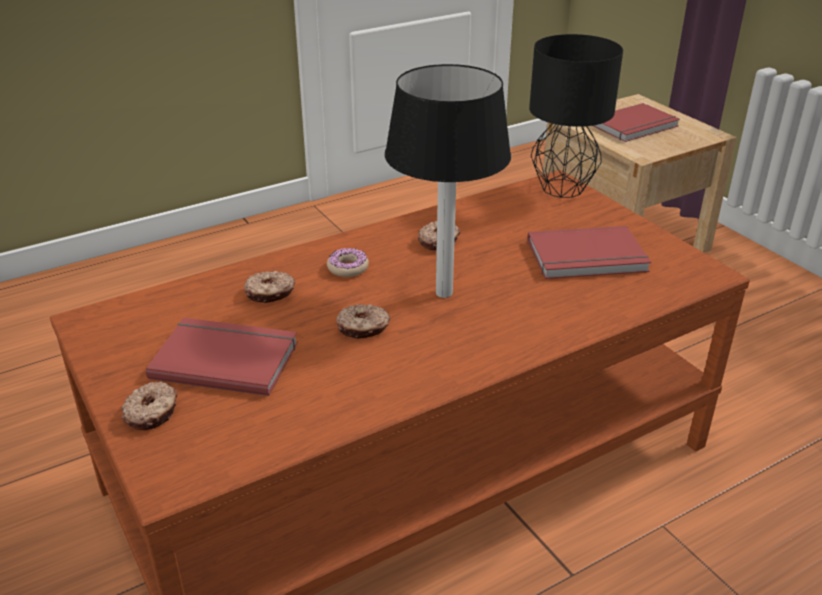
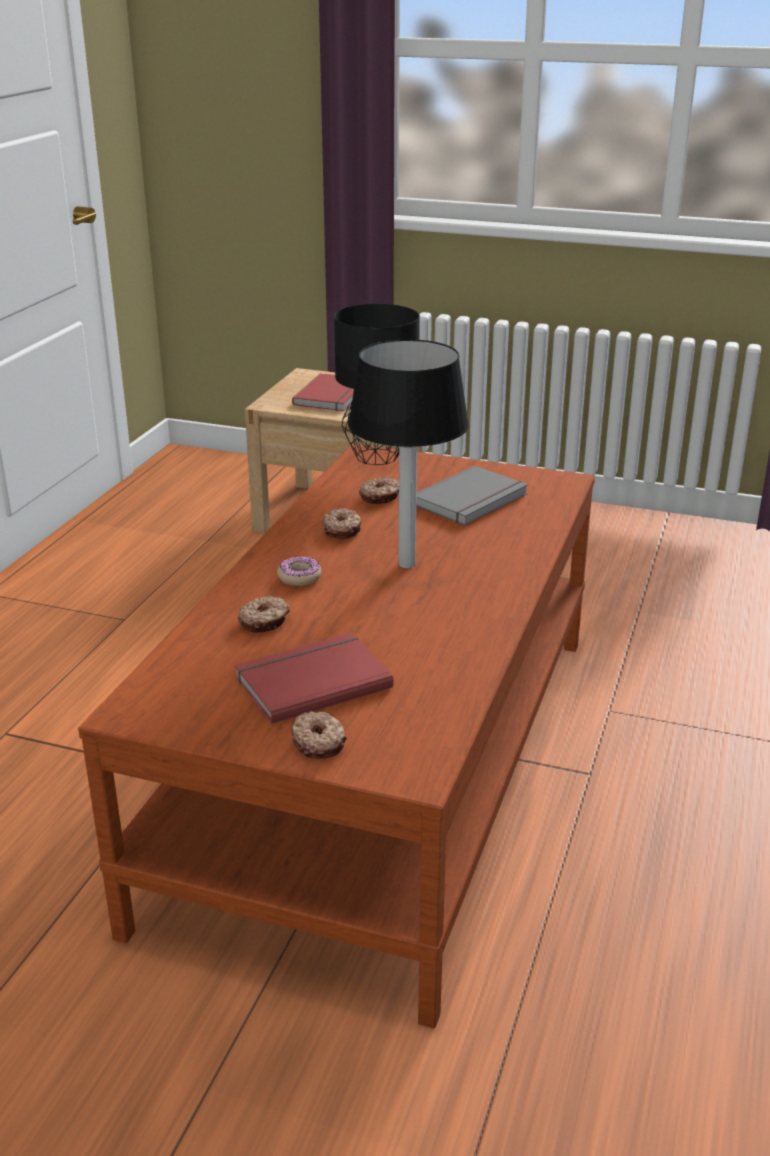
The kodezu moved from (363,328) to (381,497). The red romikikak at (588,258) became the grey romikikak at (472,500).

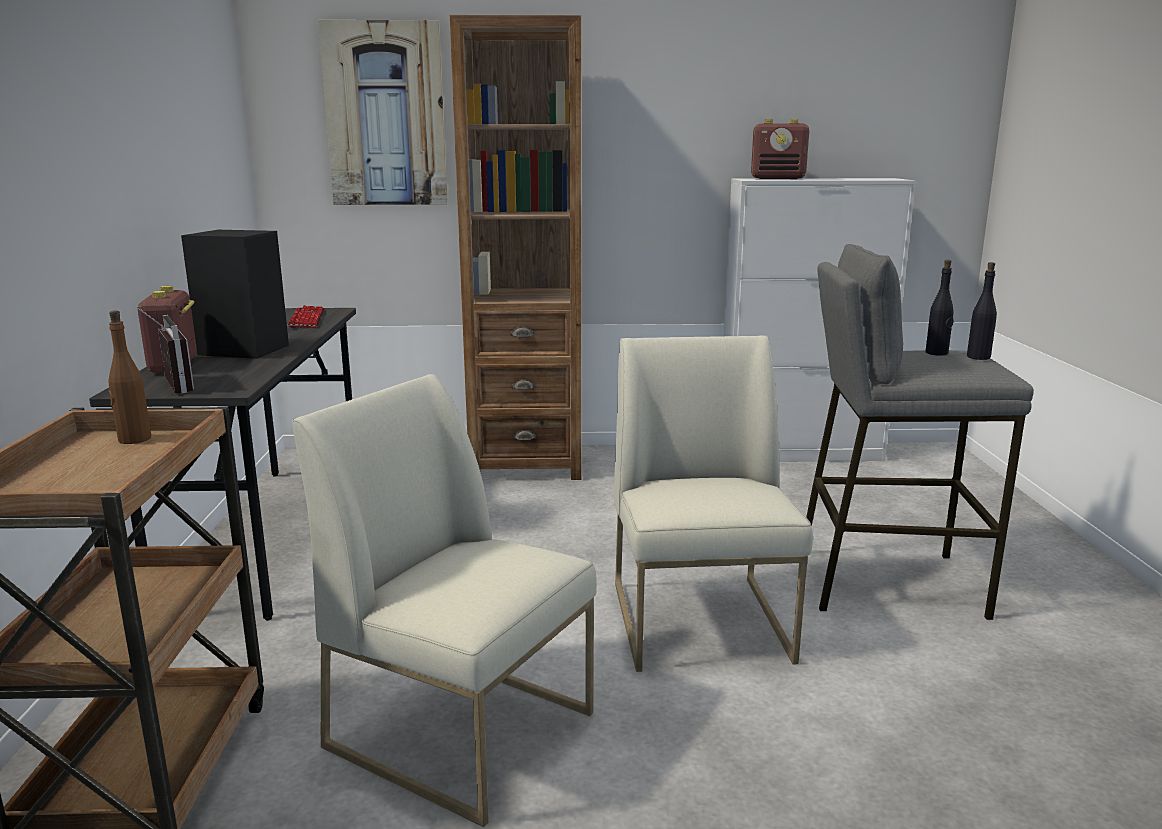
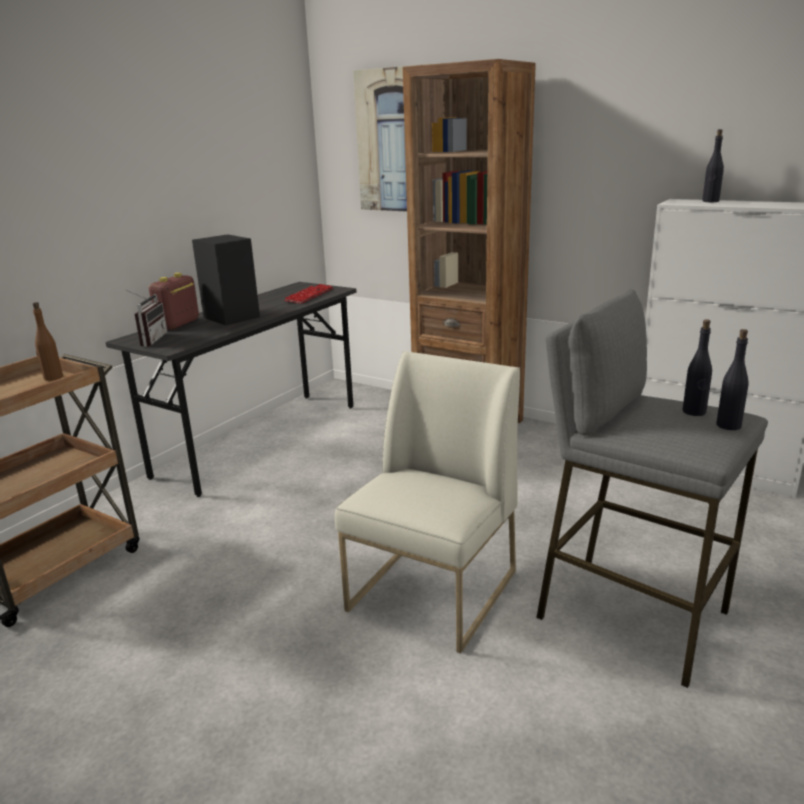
The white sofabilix at (464,729) disappeared. The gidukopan at (778,178) was replaced by the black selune at (710,201).

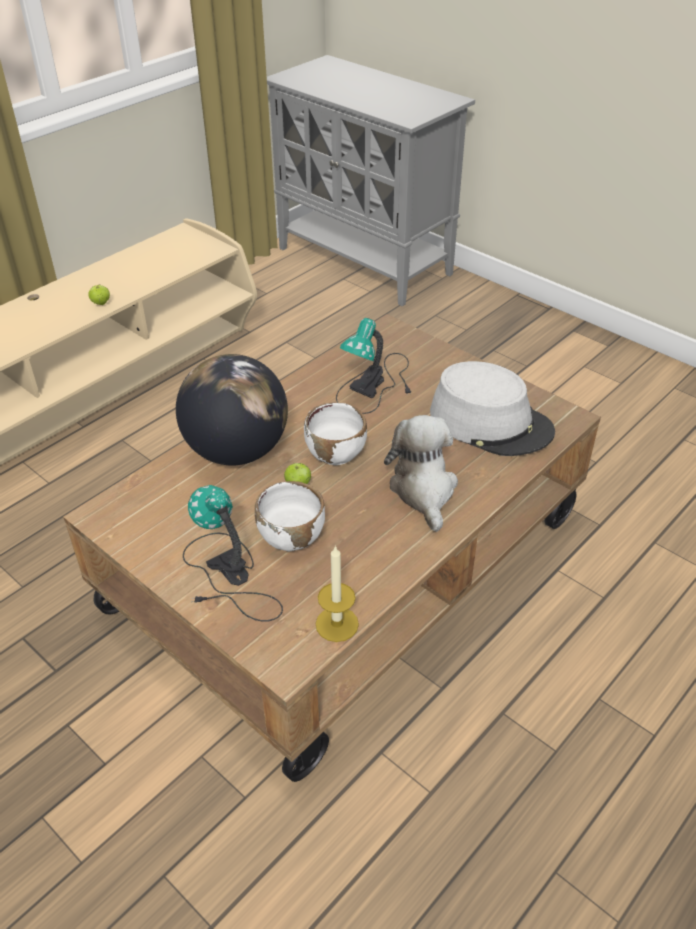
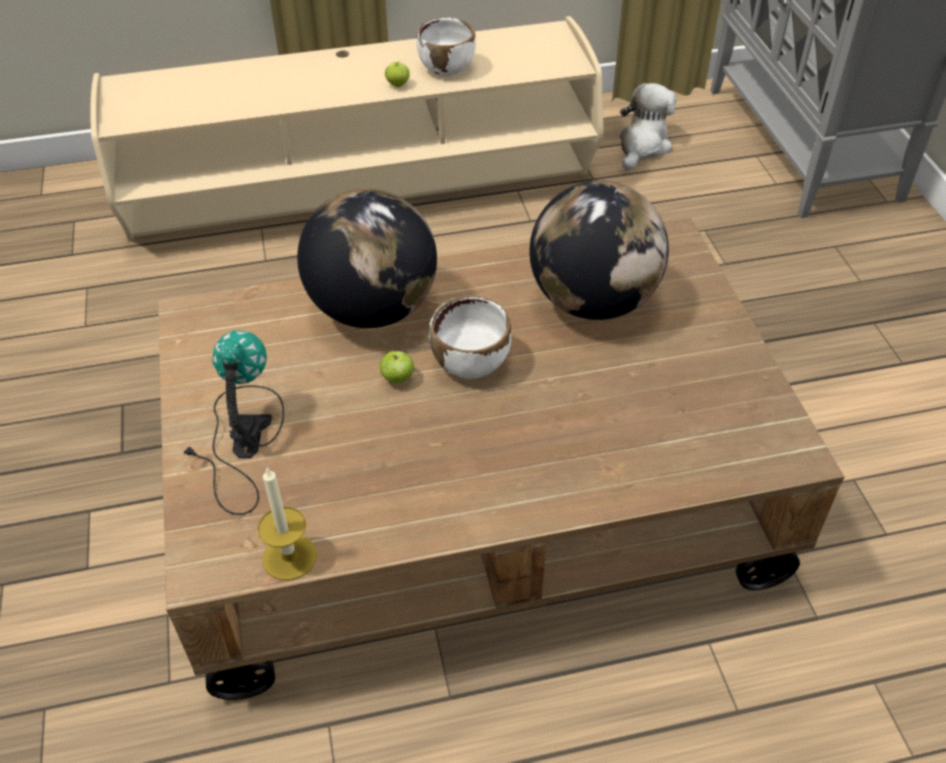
The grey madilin at (491,422) disappeared. The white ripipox moved from (291,536) to (447,67). The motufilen moved from (424,490) to (642,146). The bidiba at (376,385) was replaced by the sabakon at (593,301).

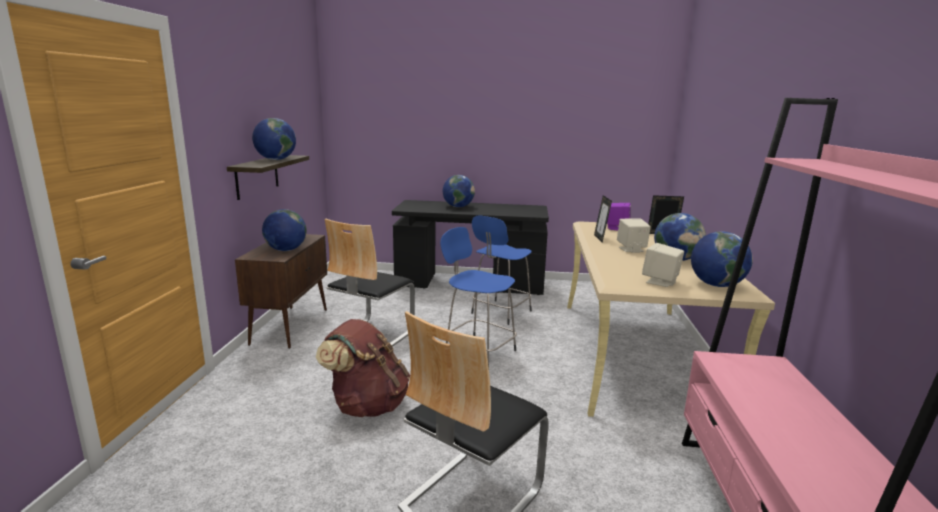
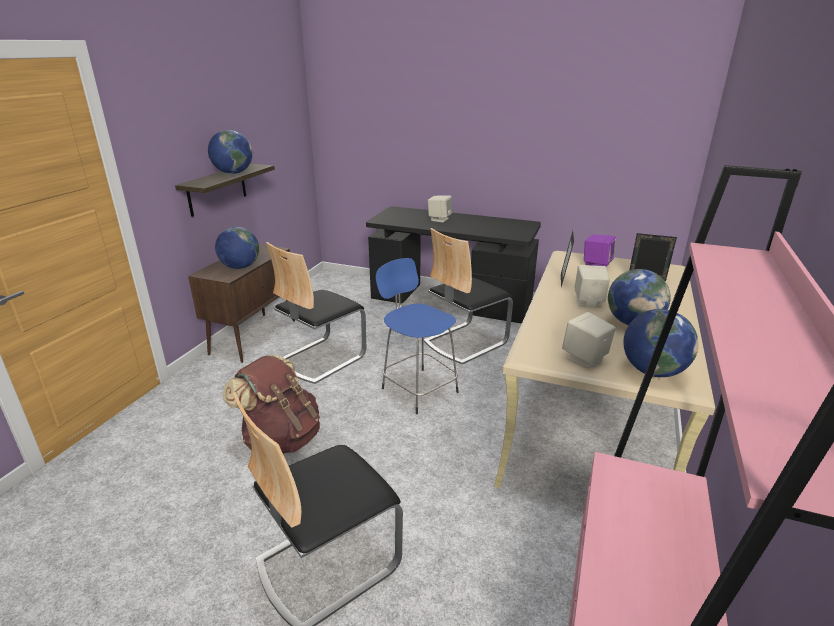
The sabakon at (458,207) was replaced by the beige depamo at (439,219). The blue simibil at (500,313) was replaced by the sofabilix at (465,342).

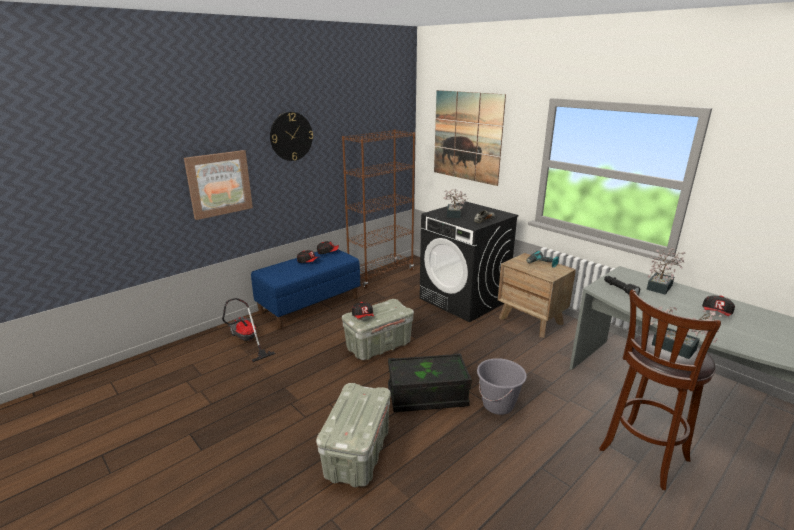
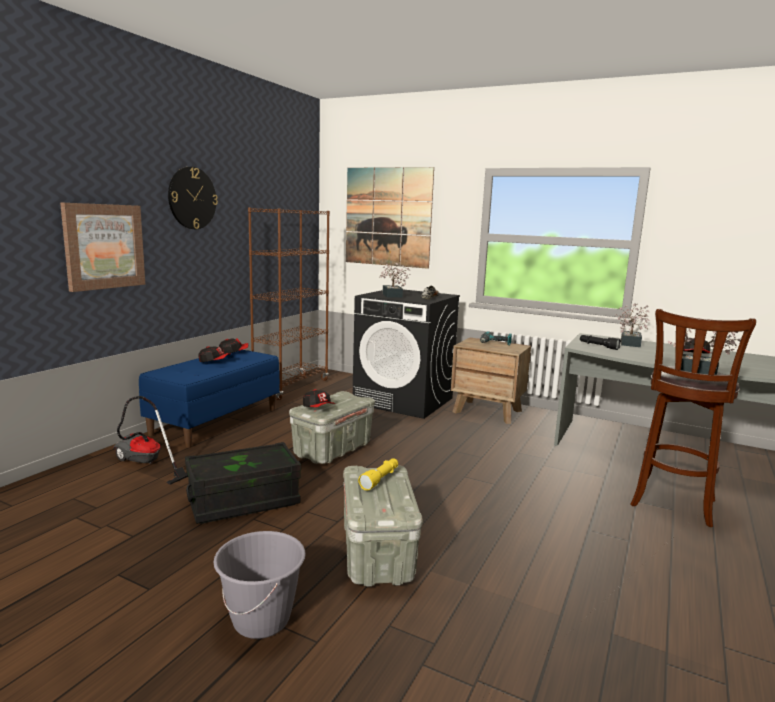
The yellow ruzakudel at (380,479) appeared. The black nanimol moved from (427,396) to (243,501). The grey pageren moved from (498,405) to (262,620).

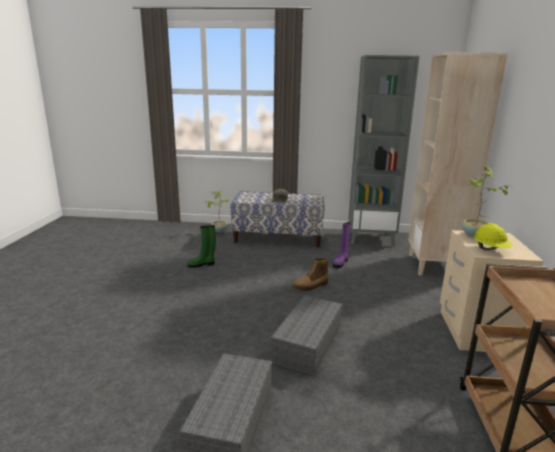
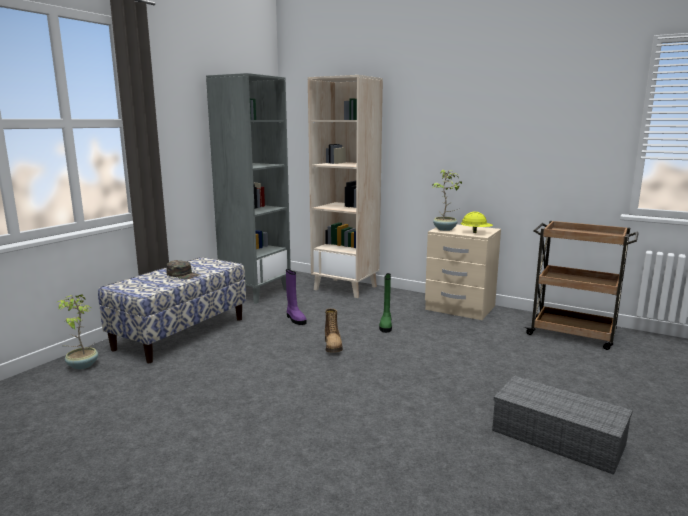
The grey nanimol at (308,345) disappeared. The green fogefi moved from (202,264) to (386,325).

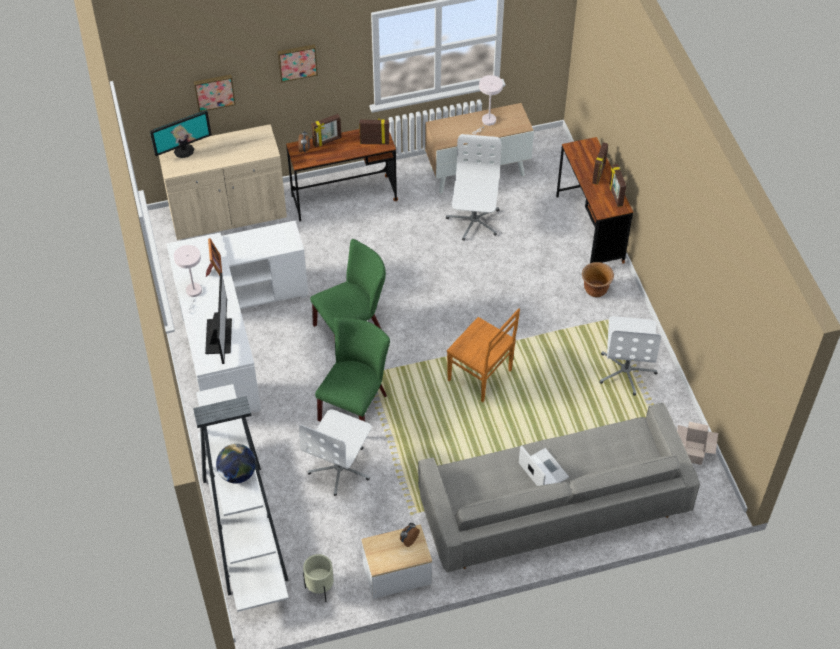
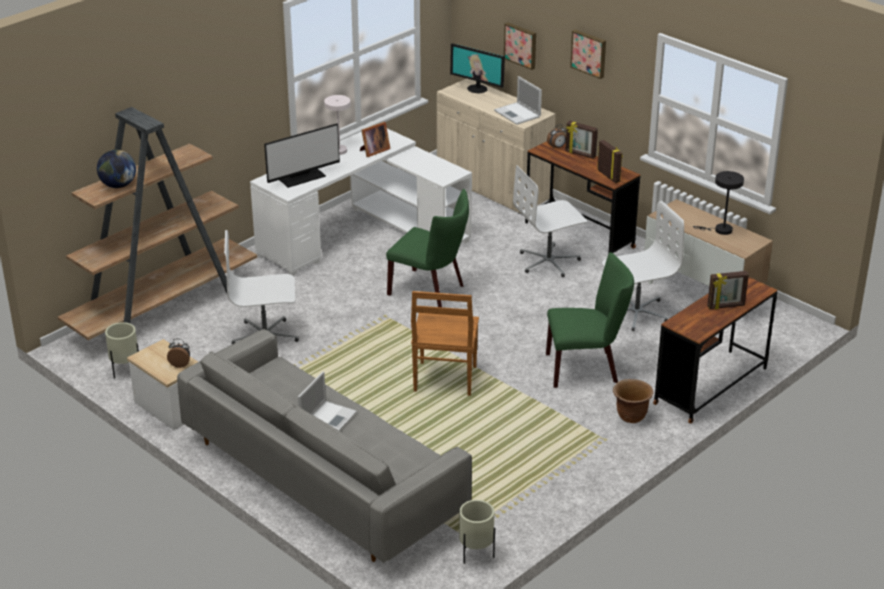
The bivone at (615,196) disappeared. The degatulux at (518,114) appeared. The green sofabilix moved from (355,404) to (587,368). The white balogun moved from (626,370) to (549,262). The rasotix at (693,453) was replaced by the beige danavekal at (475,554). The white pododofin at (243,526) became the brown pododofin at (163,309). The white bidiba at (487,122) became the black bidiba at (720,230).

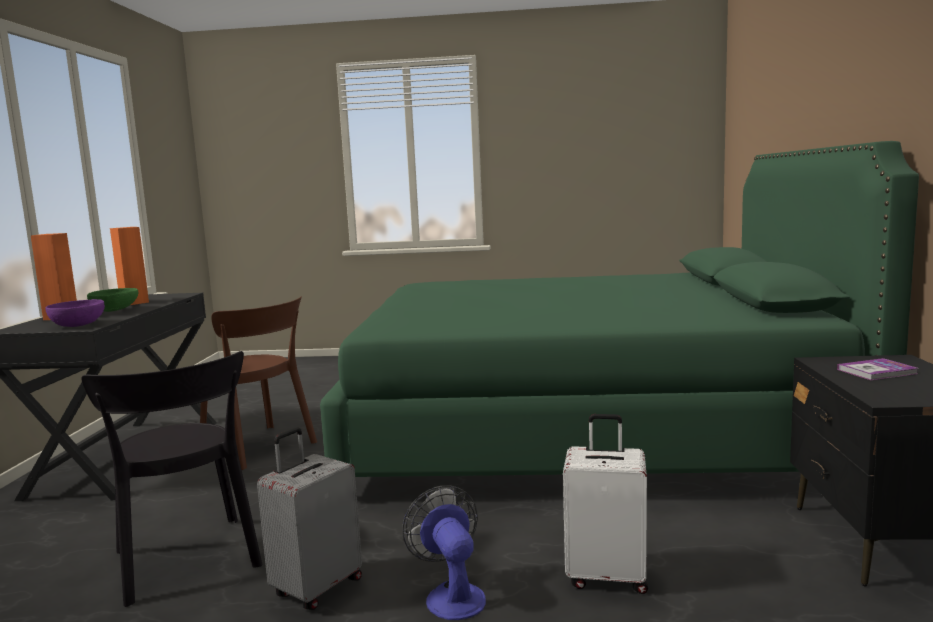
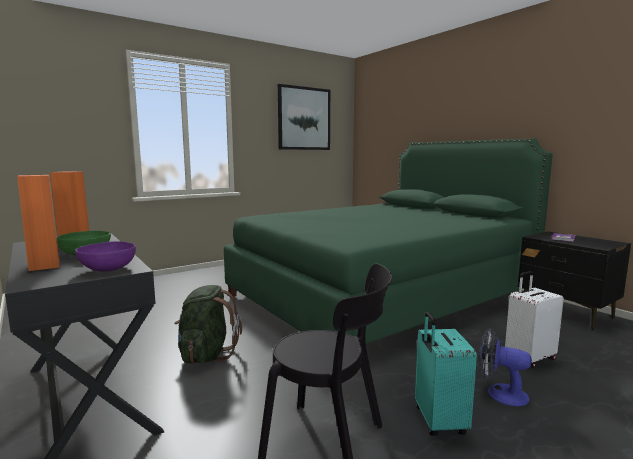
The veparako at (304,118) appeared. The brown sofabilix at (261,448) was replaced by the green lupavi at (206,354). The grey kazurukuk at (316,588) became the turquoise kazurukuk at (438,421).

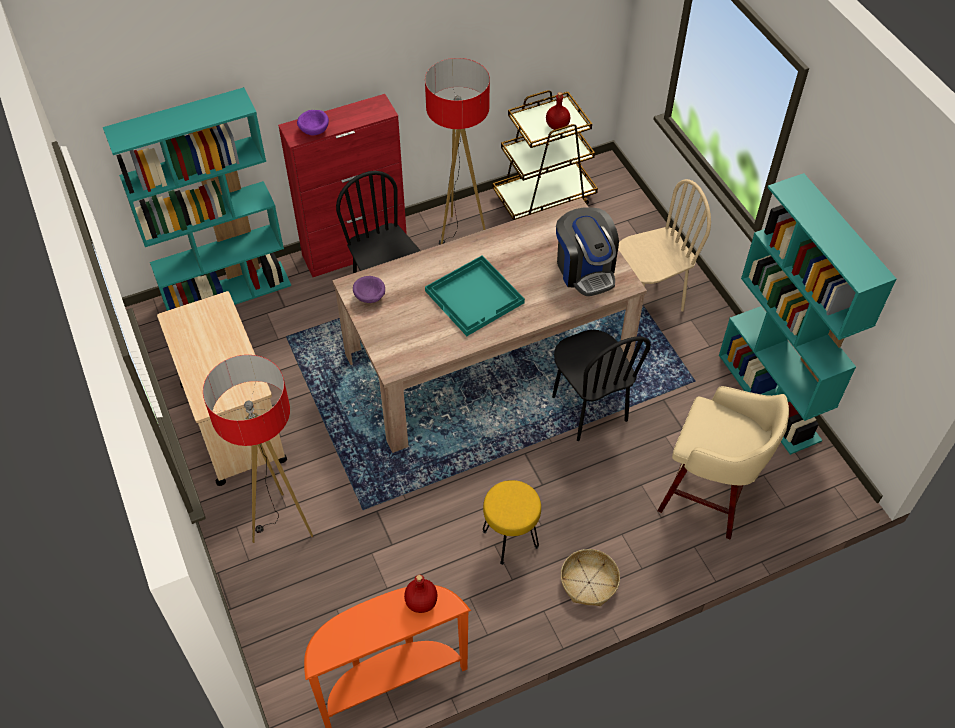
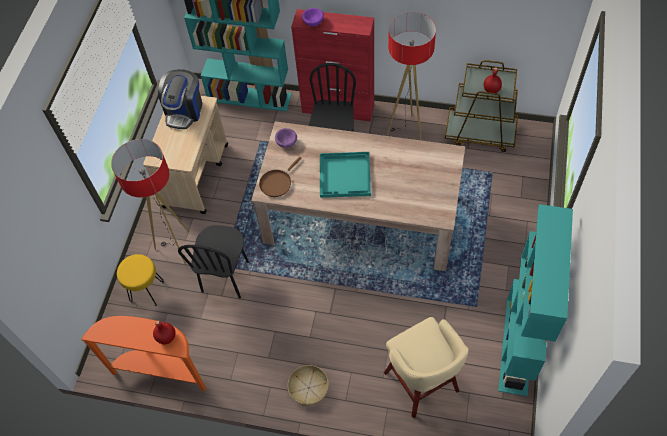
The beige sofabilix at (647,300) disappeared. The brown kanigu at (277,183) appeared. The yellow simibil moved from (510,540) to (147,292). The black sofabilix moved from (588,409) to (226,277). The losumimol moved from (585,269) to (184,111).

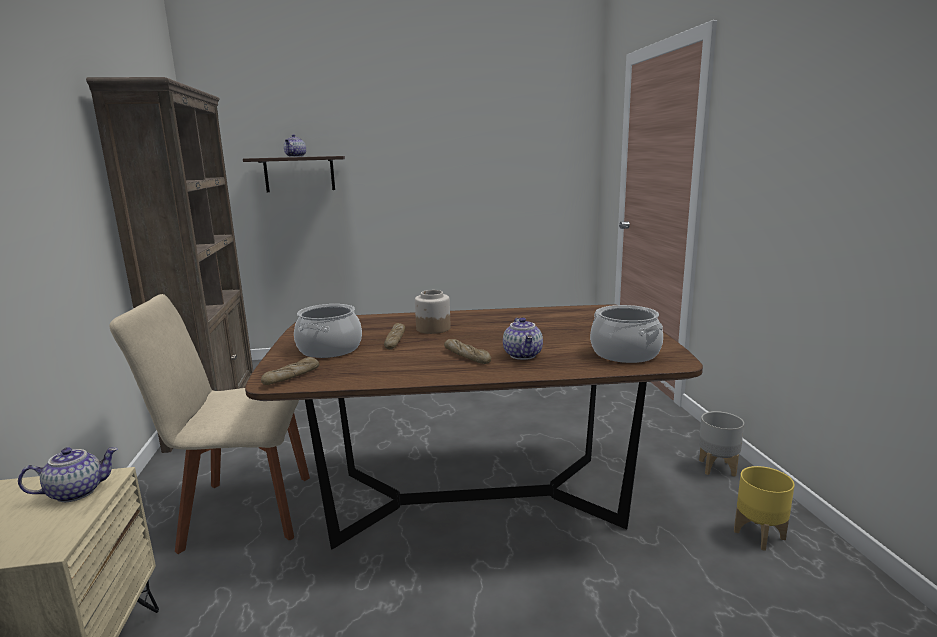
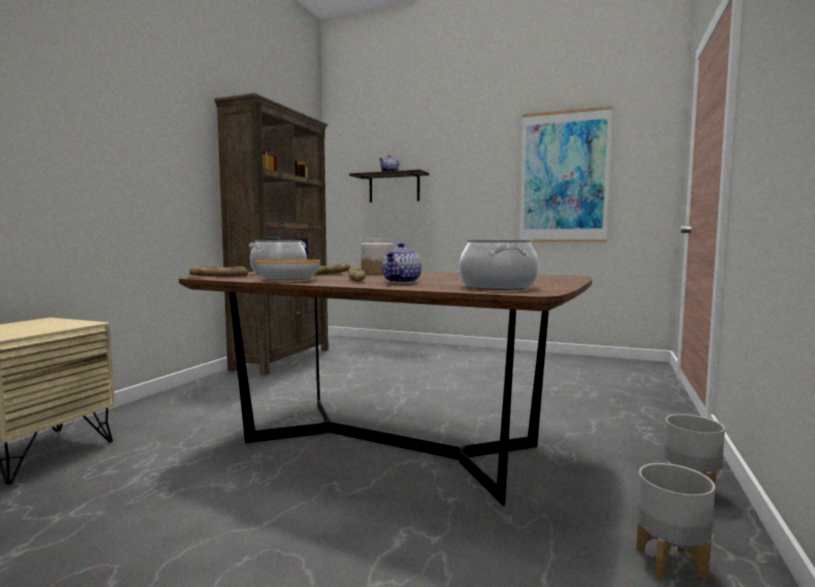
The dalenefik at (77,492) disappeared. The beige sofabilix at (240,511) disappeared. The ripipox at (288,280) appeared. The veparako at (564,177) appeared. The yellow danavekal at (759,535) became the grey danavekal at (671,564).

